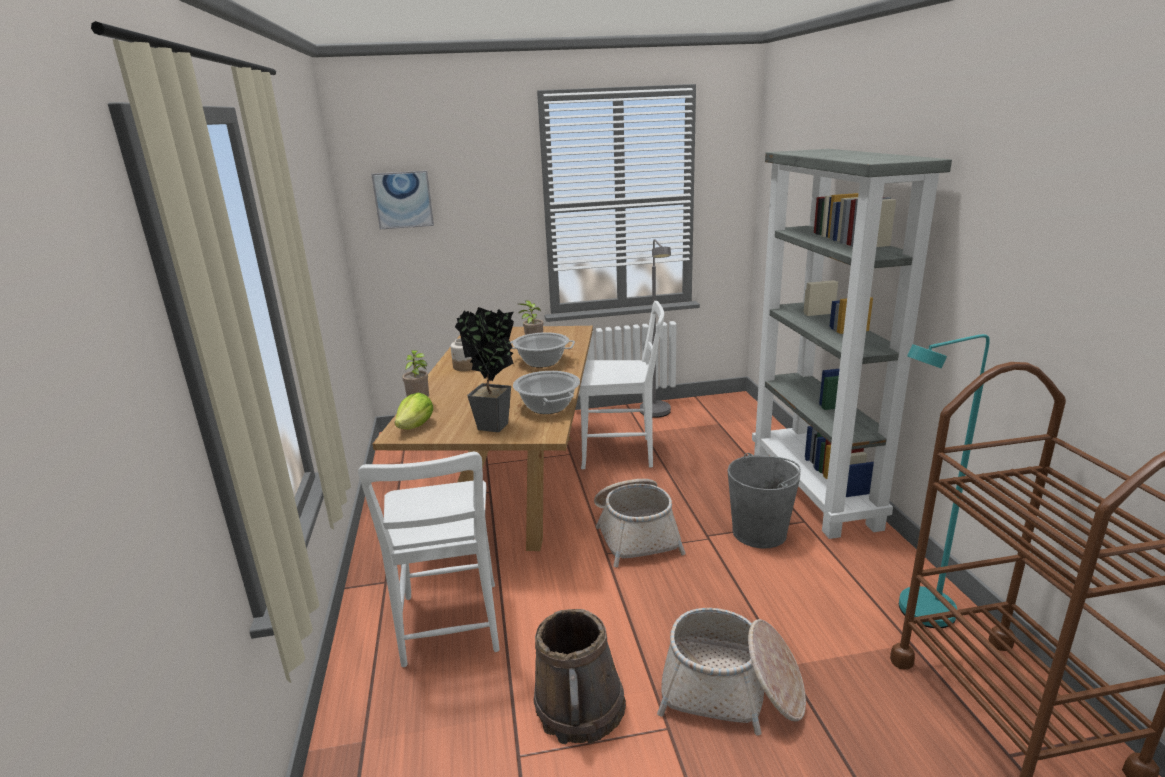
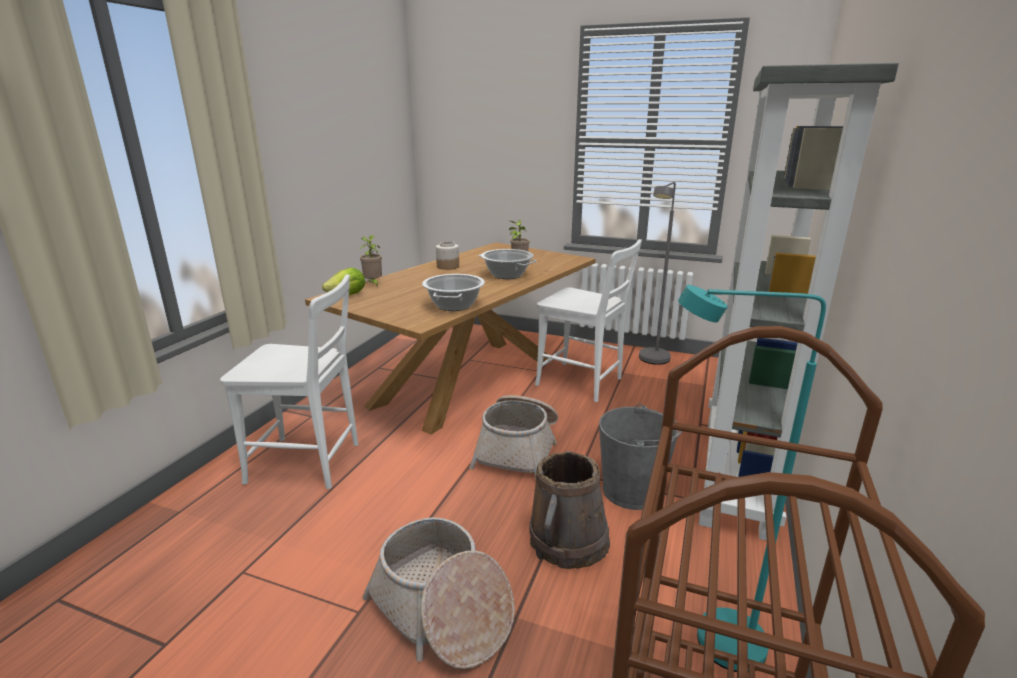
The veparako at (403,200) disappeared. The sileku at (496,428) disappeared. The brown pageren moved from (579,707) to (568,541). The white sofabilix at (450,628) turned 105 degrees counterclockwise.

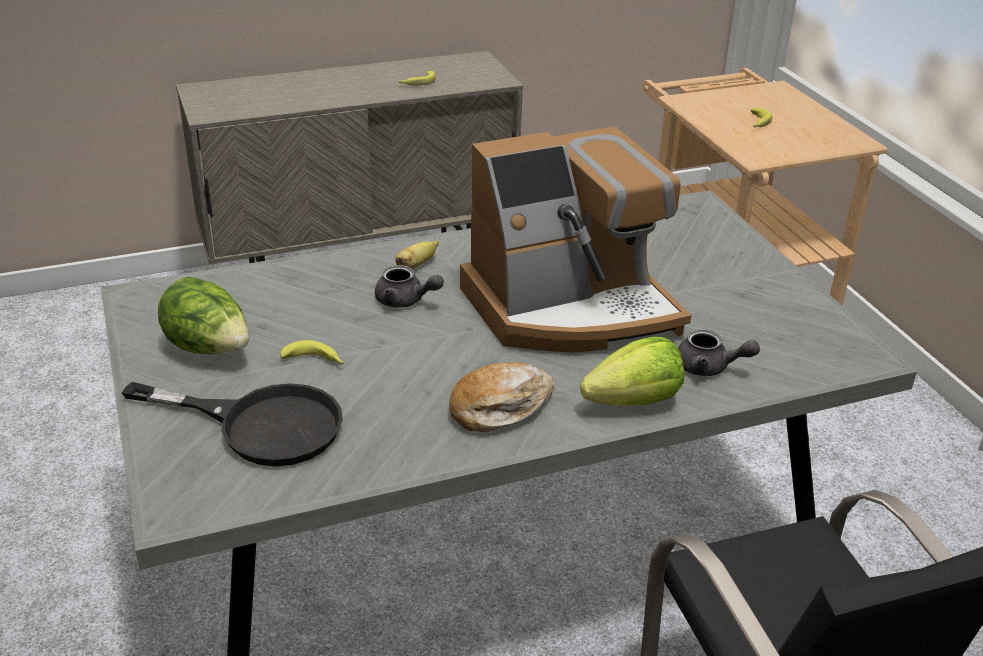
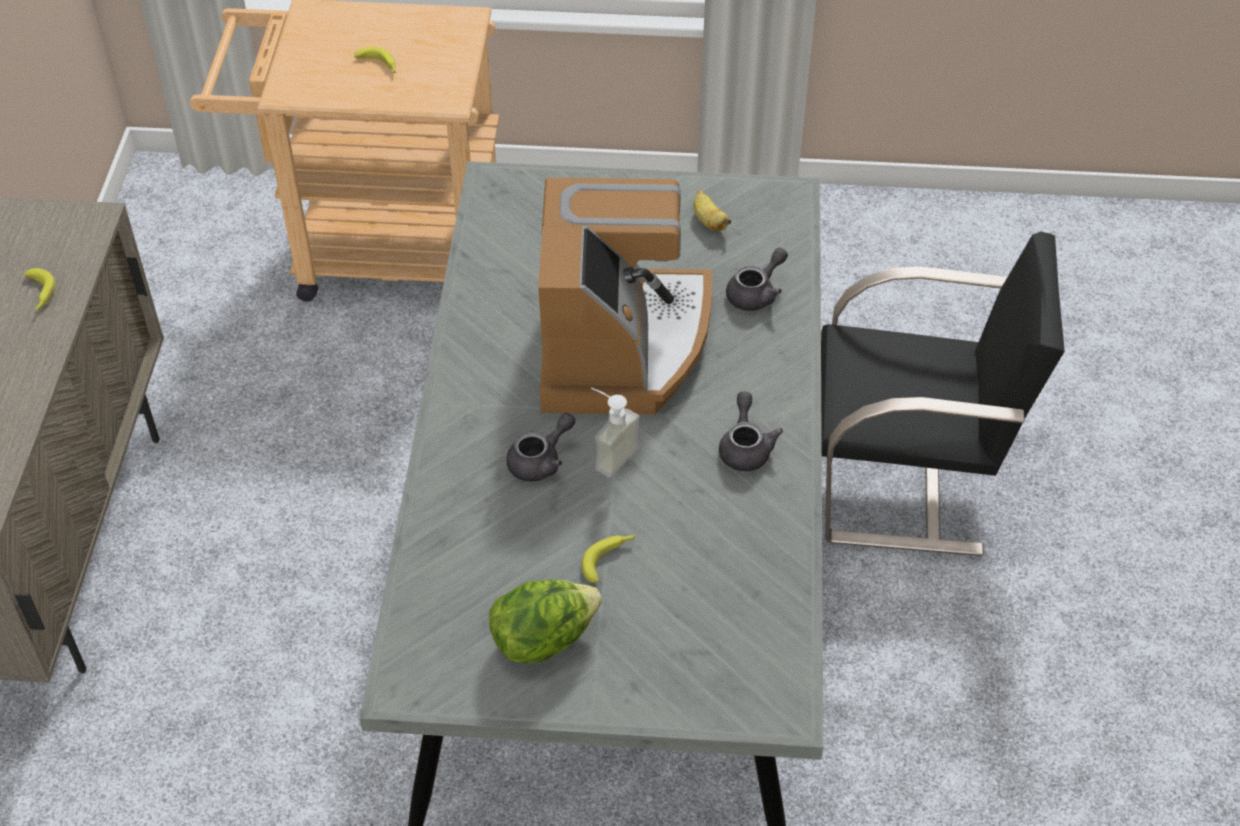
The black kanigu at (261,425) disappeared. The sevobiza at (634,401) disappeared. The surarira at (608,454) appeared. The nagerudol moved from (416,266) to (709,221). The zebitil at (500,407) was replaced by the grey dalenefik at (745,447).

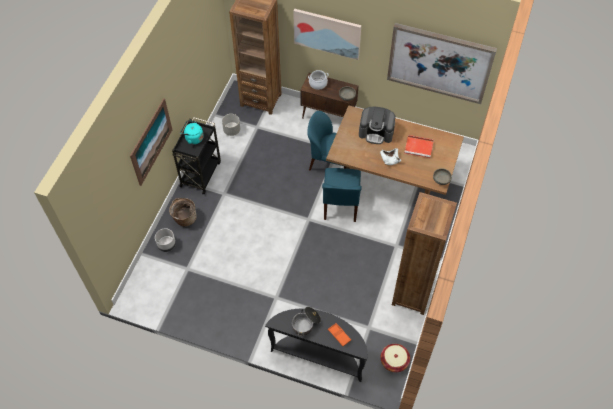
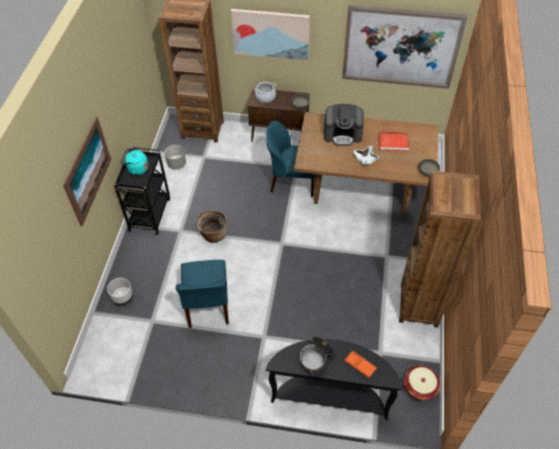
The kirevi moved from (184,218) to (213,234). The blue sofabilix moved from (340,205) to (207,306).

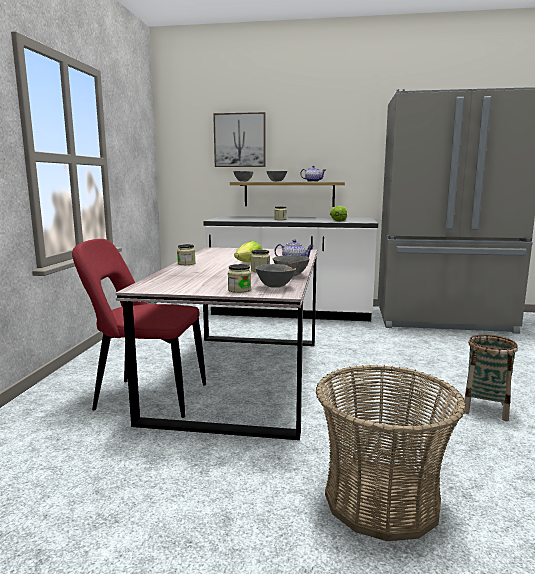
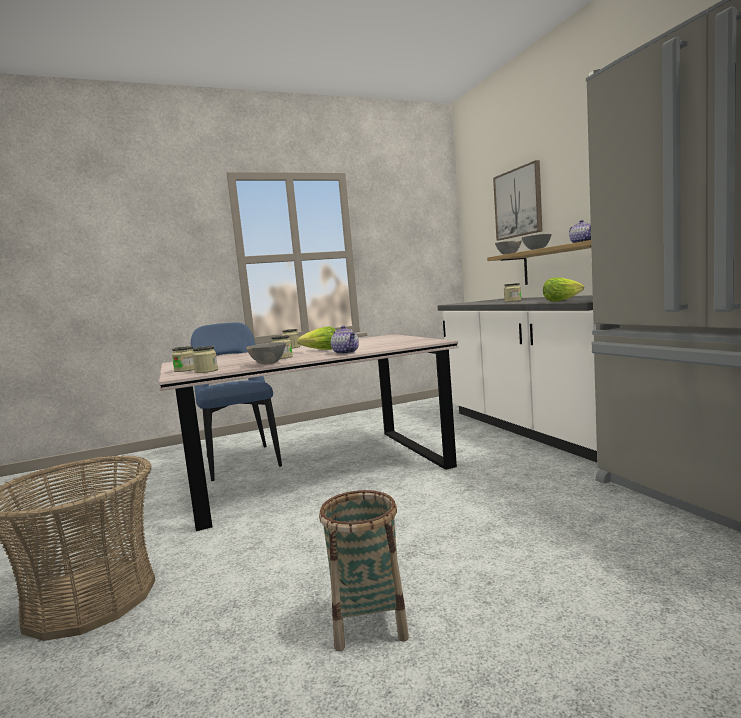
The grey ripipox at (275,287) was replaced by the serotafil at (206,371). The red sofabilix at (146,397) became the blue sofabilix at (241,461).

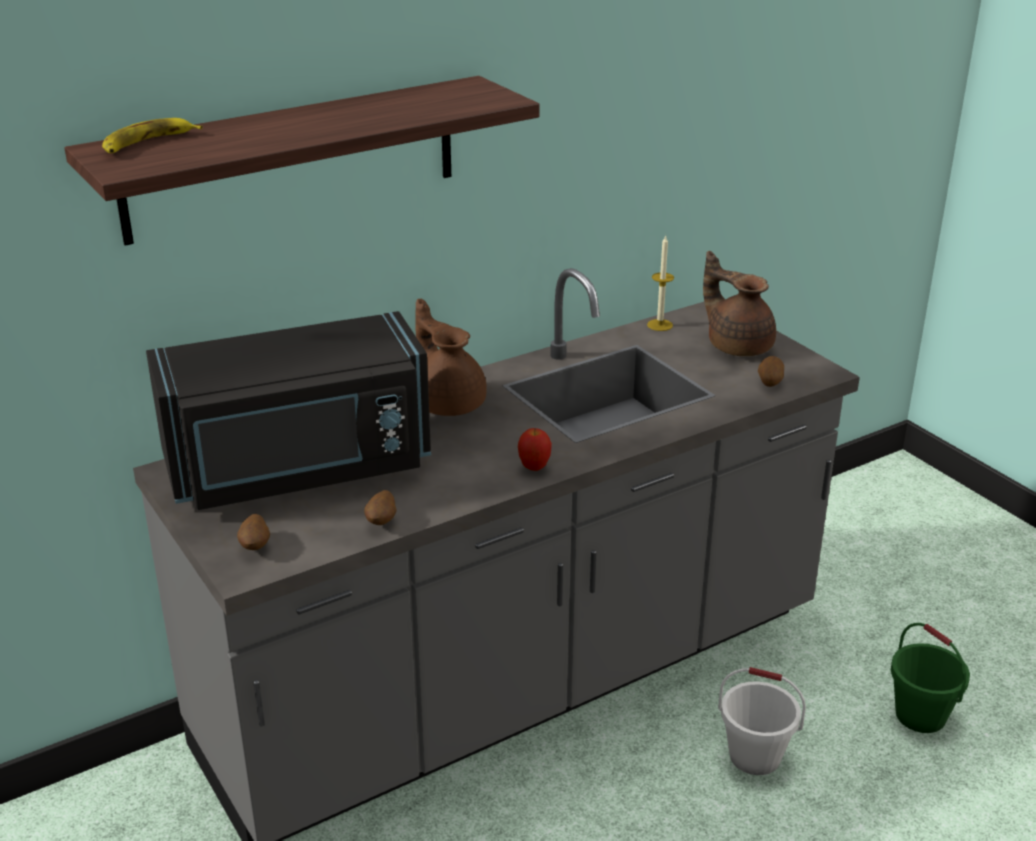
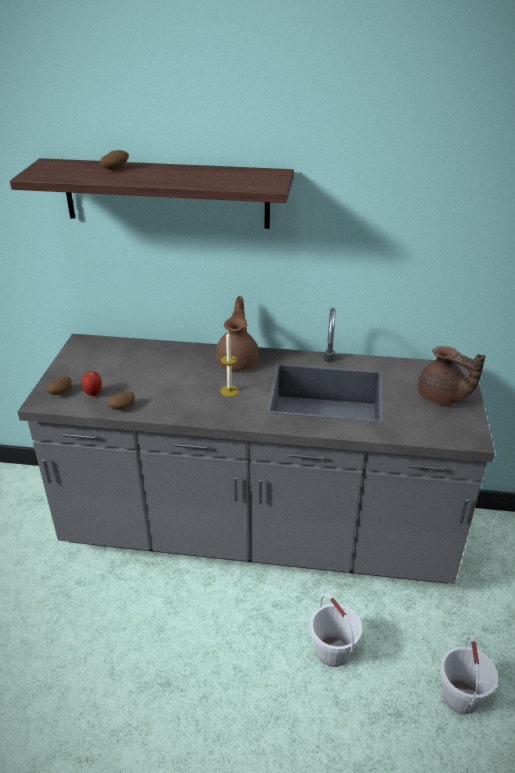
The nagerudol at (147,144) disappeared. The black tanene at (300,469) disappeared. The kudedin moved from (534,467) to (93,394). The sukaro moved from (660,325) to (229,391). The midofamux moved from (769,382) to (115,169). The green pageren at (921,715) became the white pageren at (461,697). The brown dalenefik at (738,345) turned 135 degrees clockwise.

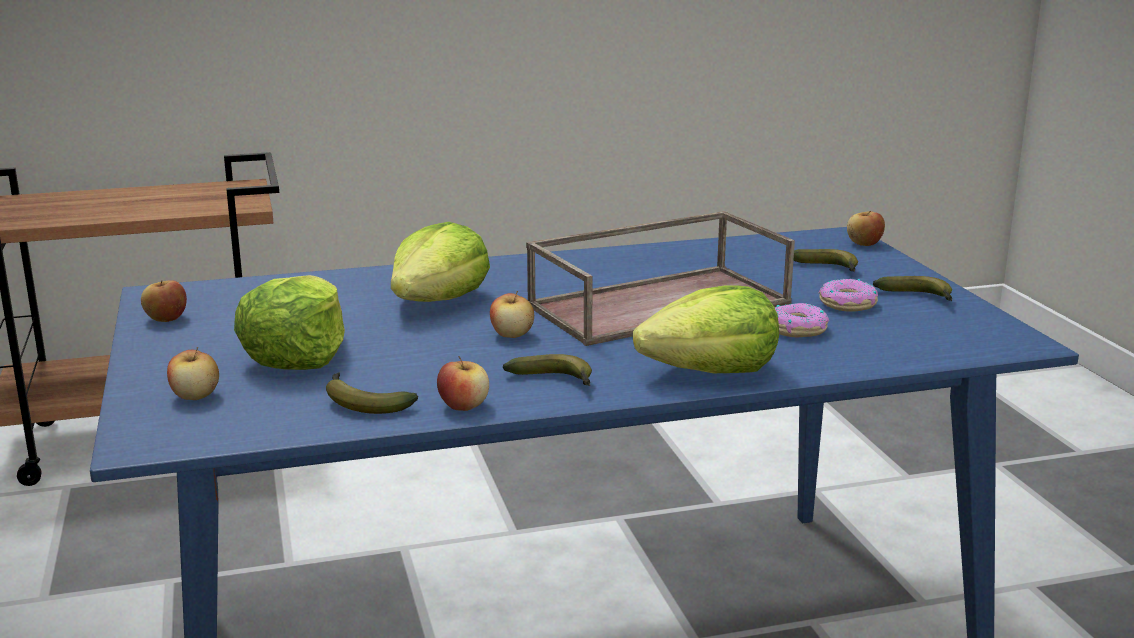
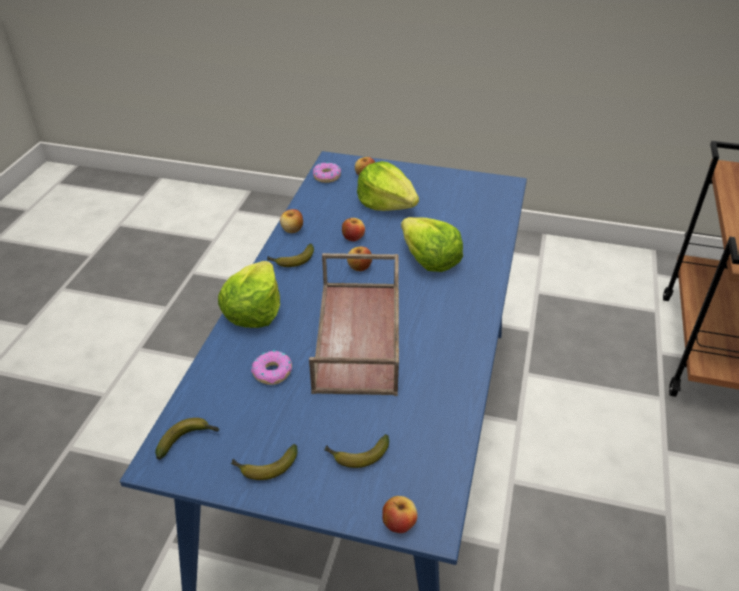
The kudedin moved from (166,319) to (353,238). The nagerudol moved from (363,403) to (188,440). The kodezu moved from (848,304) to (326,176).

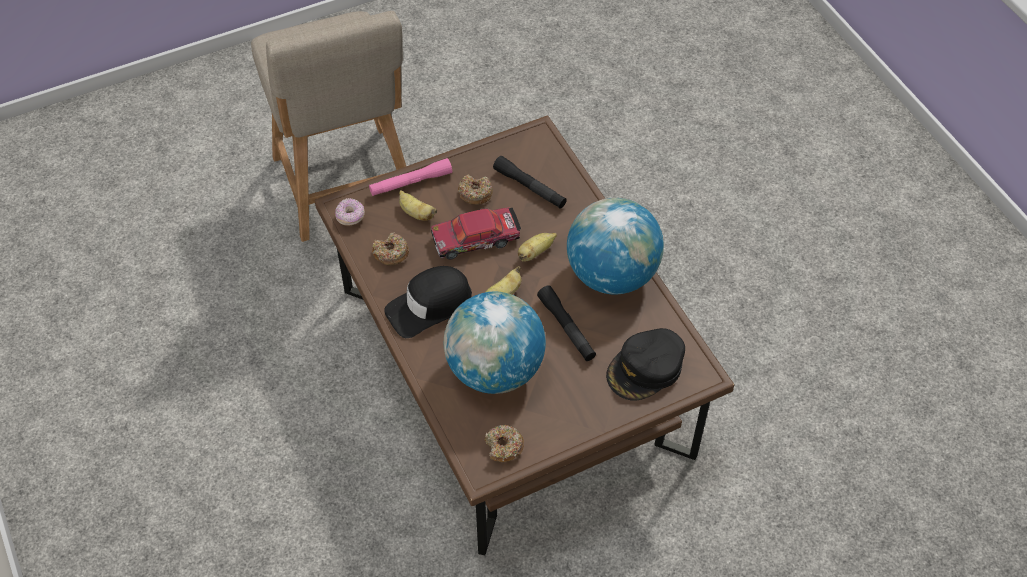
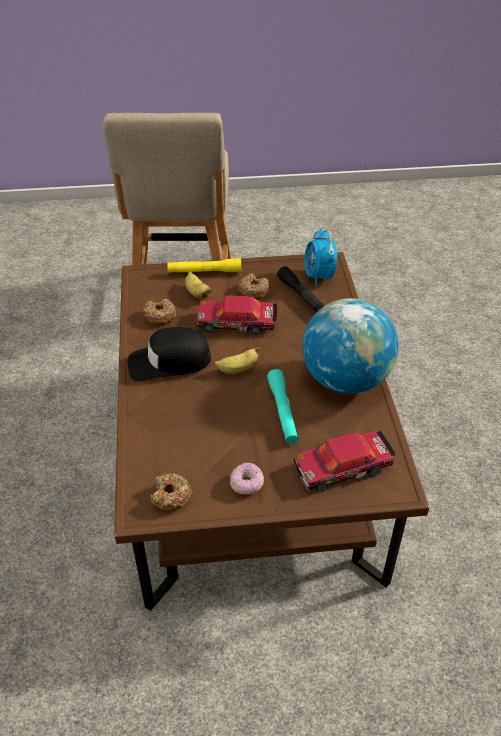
The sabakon at (494,370) disappeared. The nagerudol at (535,253) disappeared. The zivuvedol at (319,277) appeared. The kodezu moved from (350,216) to (247,484). The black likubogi at (646,369) was replaced by the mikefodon at (343,467). The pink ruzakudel at (411,183) became the yellow ruzakudel at (204,271). The black ruzakudel at (566,328) became the turquoise ruzakudel at (282,411).

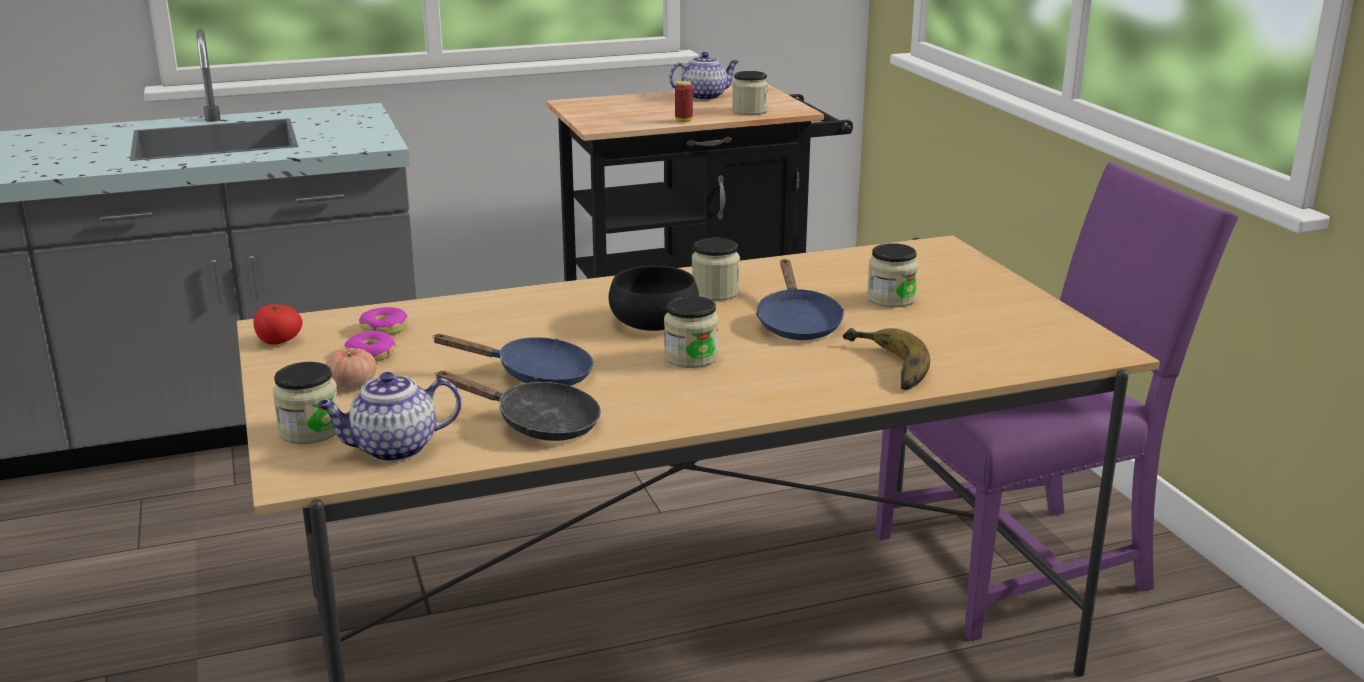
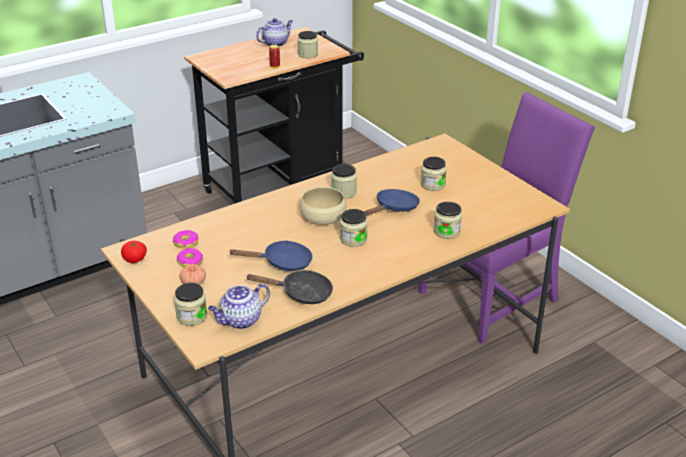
The nagerudol at (882,366) was replaced by the serotafil at (447,231). The black ripipox at (653,321) became the beige ripipox at (323,217). The blue kanigu at (797,323) turned 120 degrees counterclockwise.

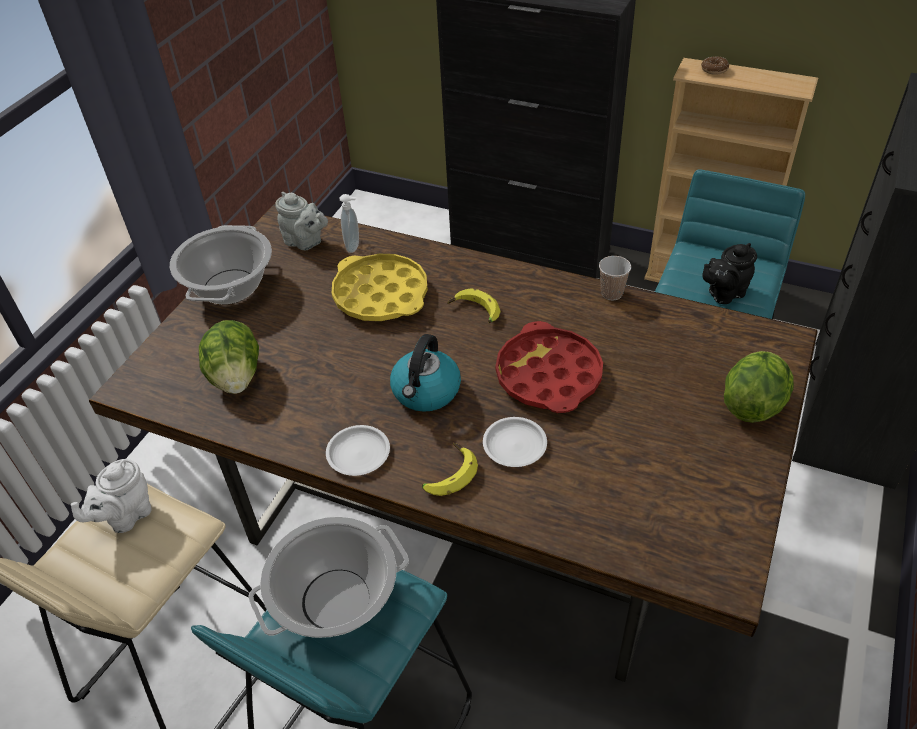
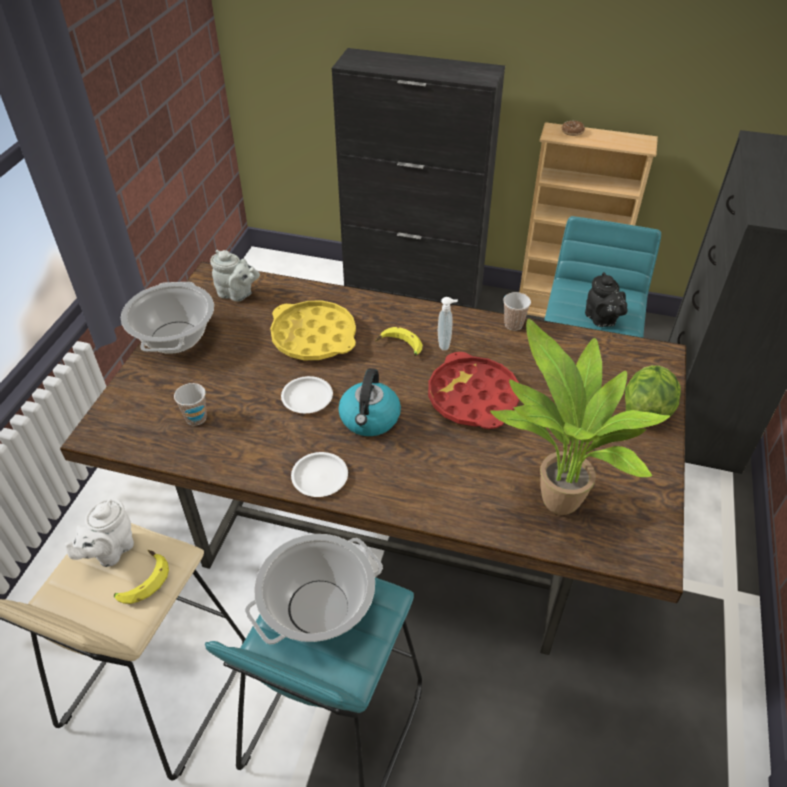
The sileku at (554,505) appeared. The surarira moved from (354,246) to (445,344). The nagerudol moved from (448,474) to (141,580). The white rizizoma moved from (514,445) to (307,398). The sevobiza at (236,377) was replaced by the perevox at (196,418). The black dalenefik at (723,294) turned 75 degrees counterclockwise.

